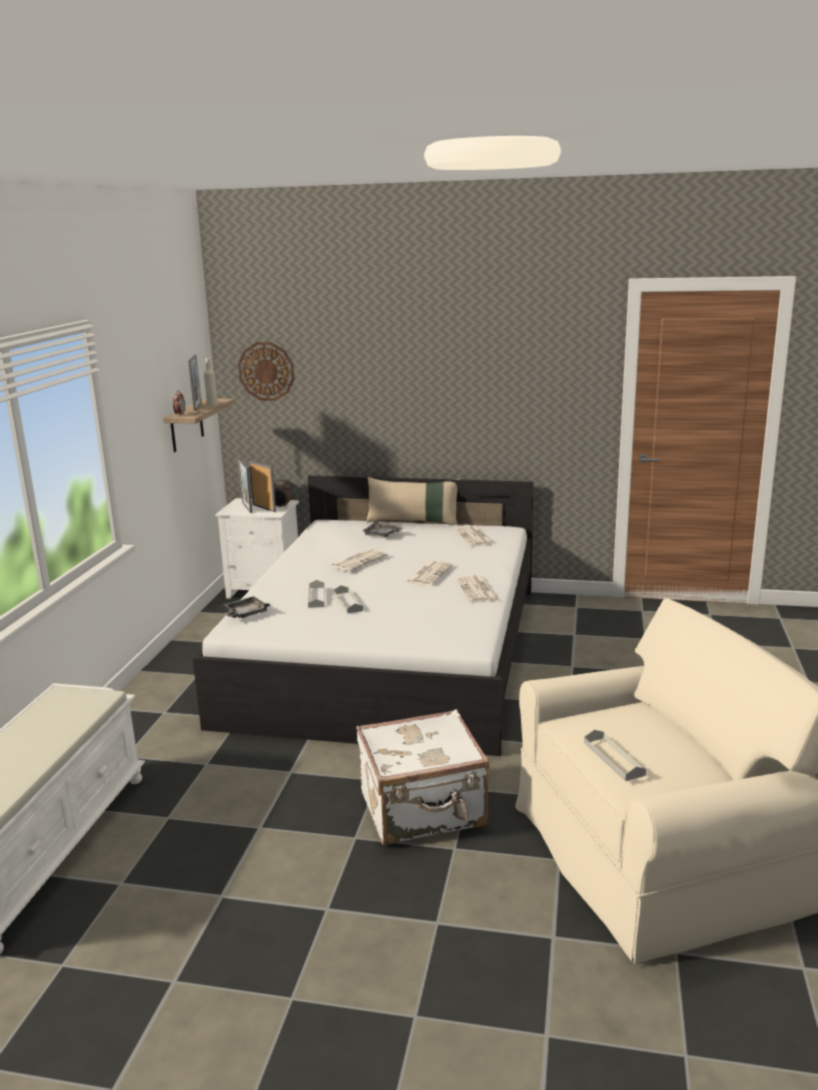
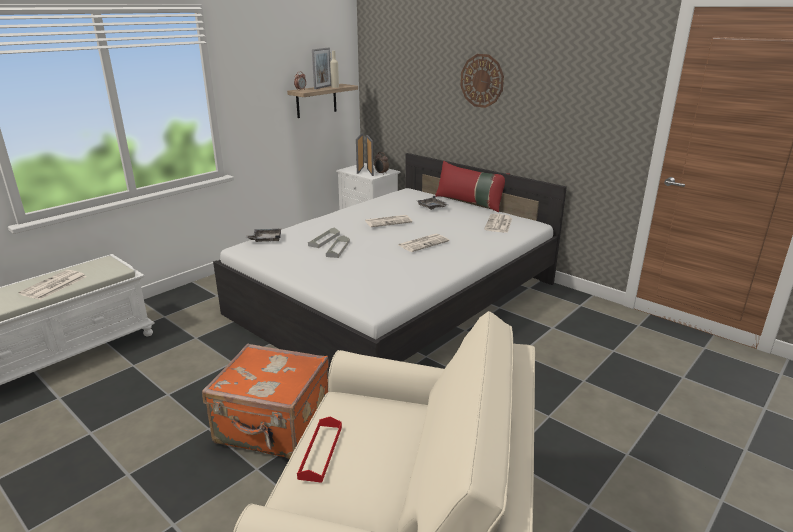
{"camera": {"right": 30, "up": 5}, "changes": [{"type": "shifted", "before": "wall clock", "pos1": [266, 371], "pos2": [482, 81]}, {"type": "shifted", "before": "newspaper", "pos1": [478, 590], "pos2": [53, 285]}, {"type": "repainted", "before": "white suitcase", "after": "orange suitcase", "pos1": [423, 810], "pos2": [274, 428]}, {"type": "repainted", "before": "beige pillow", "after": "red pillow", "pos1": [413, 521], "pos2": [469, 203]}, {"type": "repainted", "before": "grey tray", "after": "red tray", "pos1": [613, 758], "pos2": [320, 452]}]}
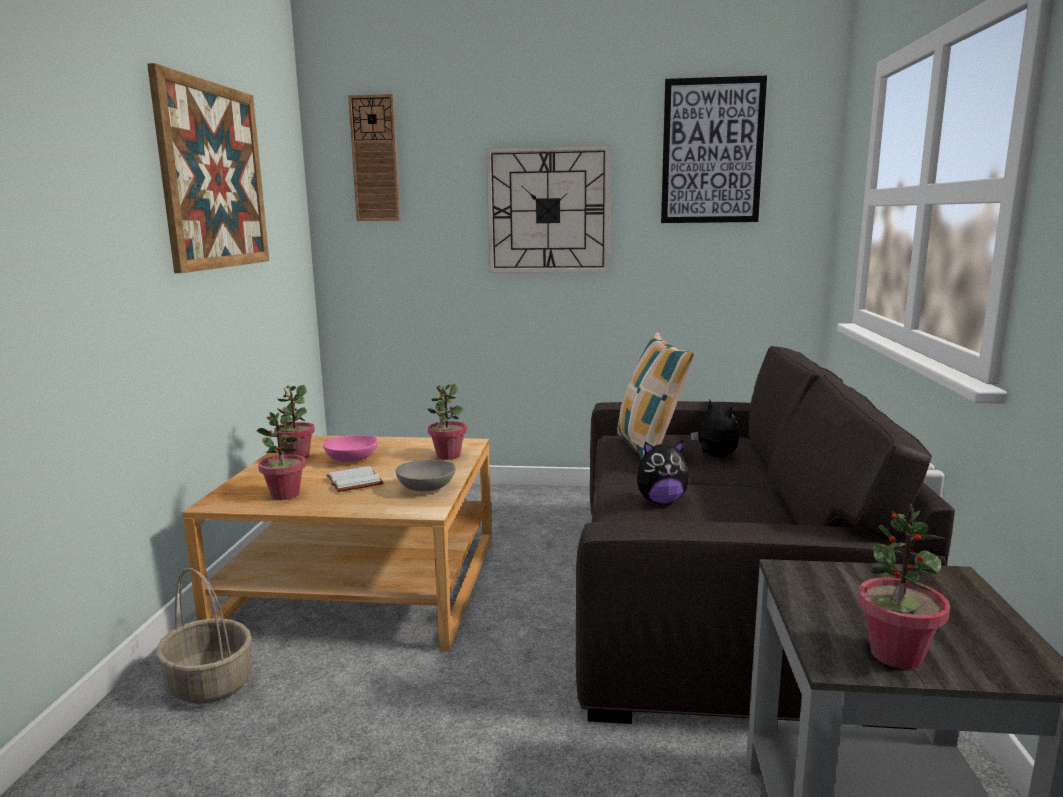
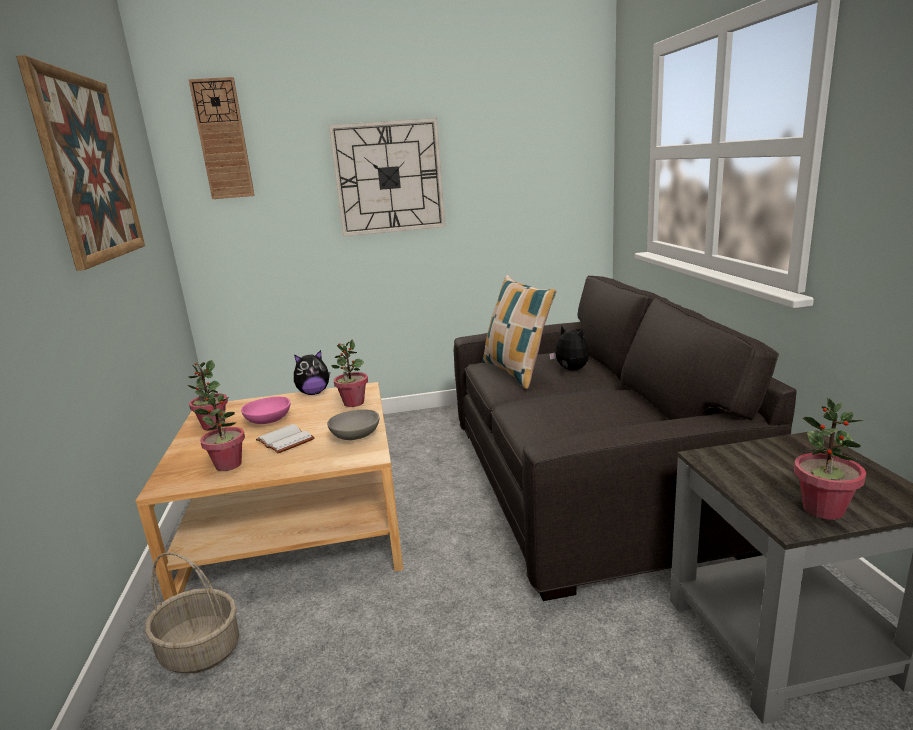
{"camera": {"right": -15, "up": 5}, "changes": [{"type": "gone", "before": "picture", "pos1": [712, 151]}, {"type": "shifted", "before": "plush toy", "pos1": [661, 501], "pos2": [314, 393]}]}
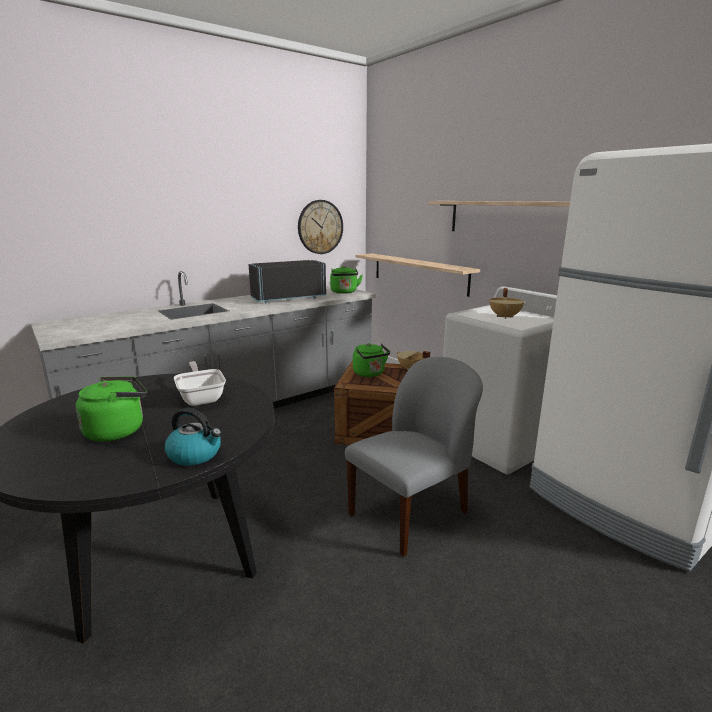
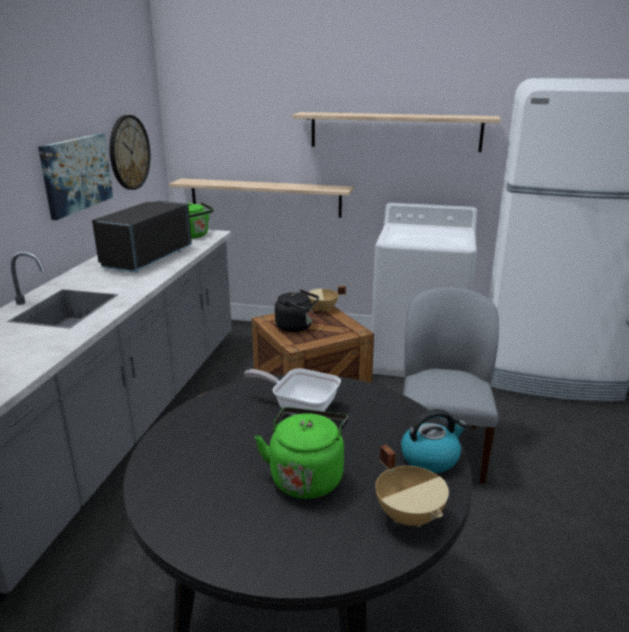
{"camera": {"right": -40, "up": 5}, "changes": [{"type": "new", "after": "picture", "pos2": [76, 174]}, {"type": "shifted", "before": "beige cooking pot", "pos1": [505, 317], "pos2": [410, 515]}, {"type": "repainted", "before": "green kettle", "after": "black kettle", "pos1": [370, 374], "pos2": [296, 327]}]}
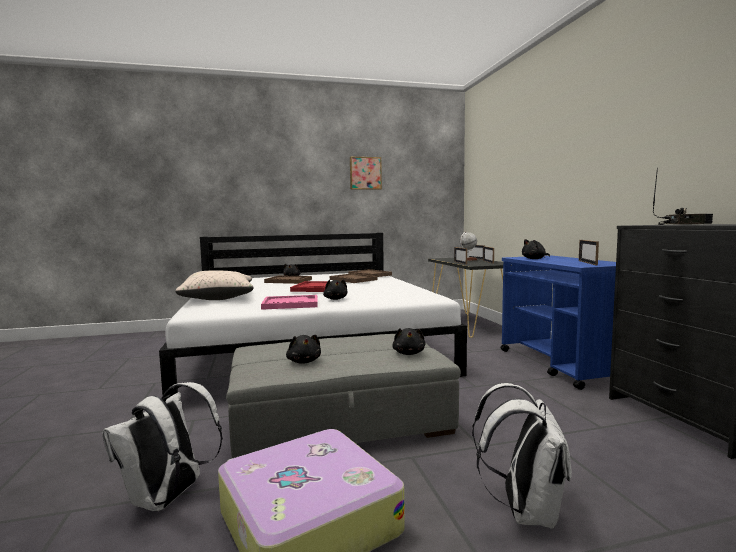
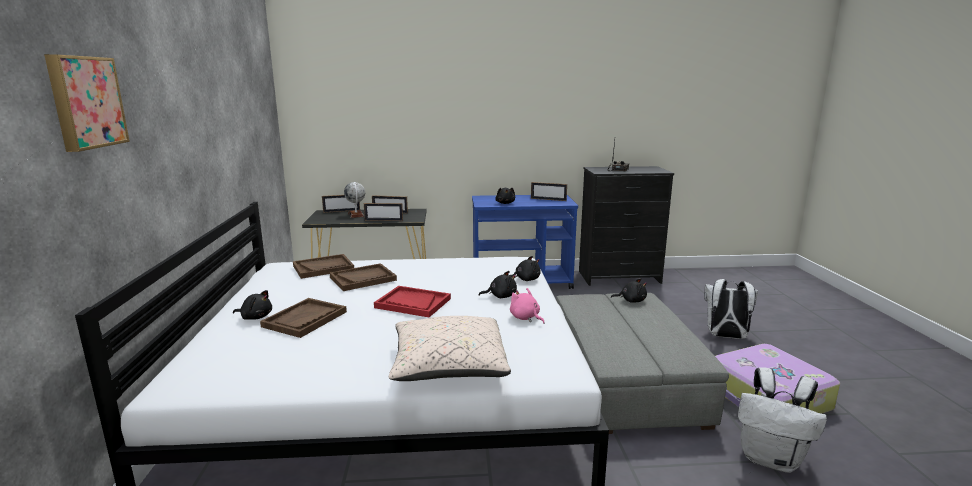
{"camera": {"right": -80, "up": 10}, "changes": [{"type": "shifted", "before": "black plush toy", "pos1": [304, 361], "pos2": [525, 279]}, {"type": "shifted", "before": "picture", "pos1": [365, 173], "pos2": [85, 102]}, {"type": "swapped", "before": "pink tray", "after": "pink plush toy", "pos1": [290, 304], "pos2": [525, 318]}]}
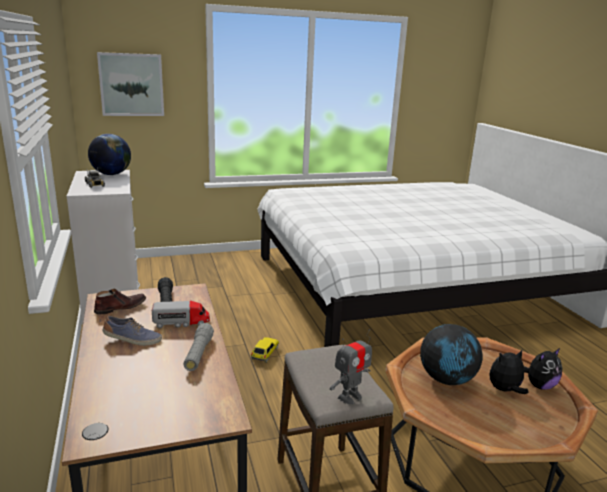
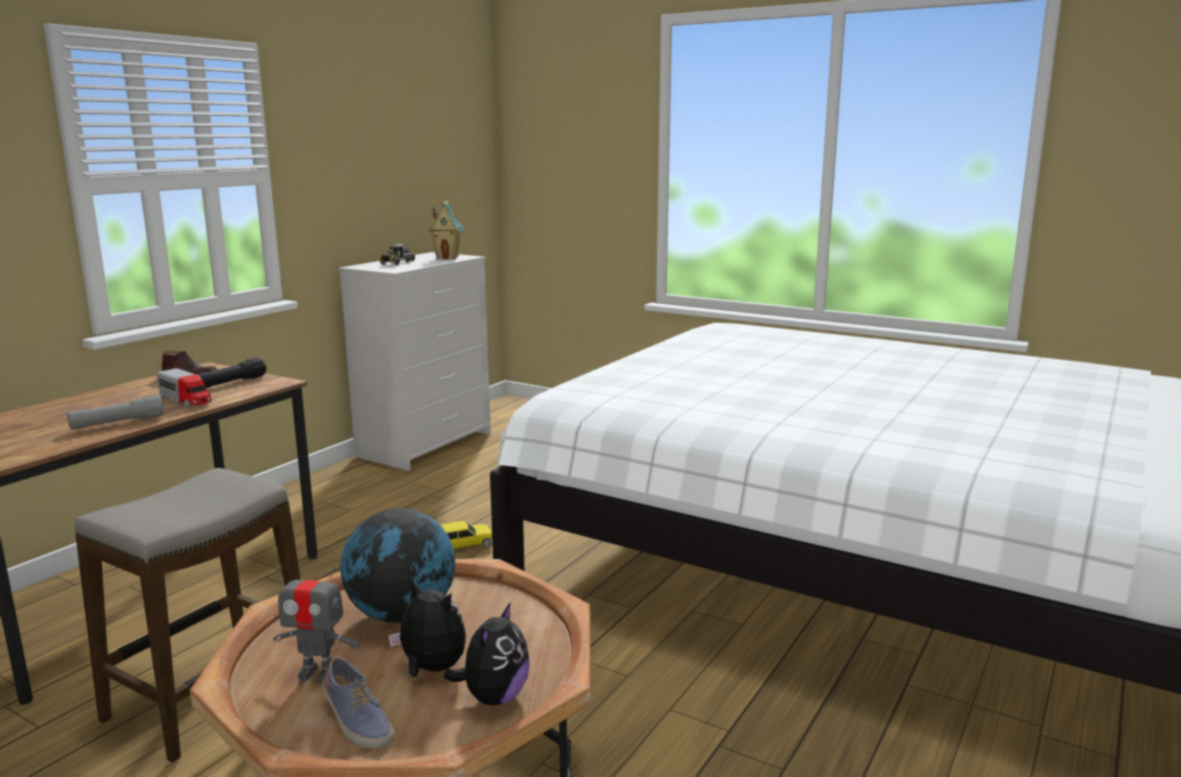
{"camera": {"right": 50, "up": -5}, "changes": [{"type": "gone", "before": "picture", "pos1": [131, 84]}, {"type": "shifted", "before": "shoe", "pos1": [132, 340], "pos2": [356, 721]}, {"type": "shifted", "before": "toy robot", "pos1": [350, 396], "pos2": [318, 673]}, {"type": "swapped", "before": "globe", "after": "toy house", "pos1": [111, 174], "pos2": [447, 258]}, {"type": "rotated", "before": "plush toy", "pos1": [539, 385], "pos2": [494, 697], "turn": -90}]}
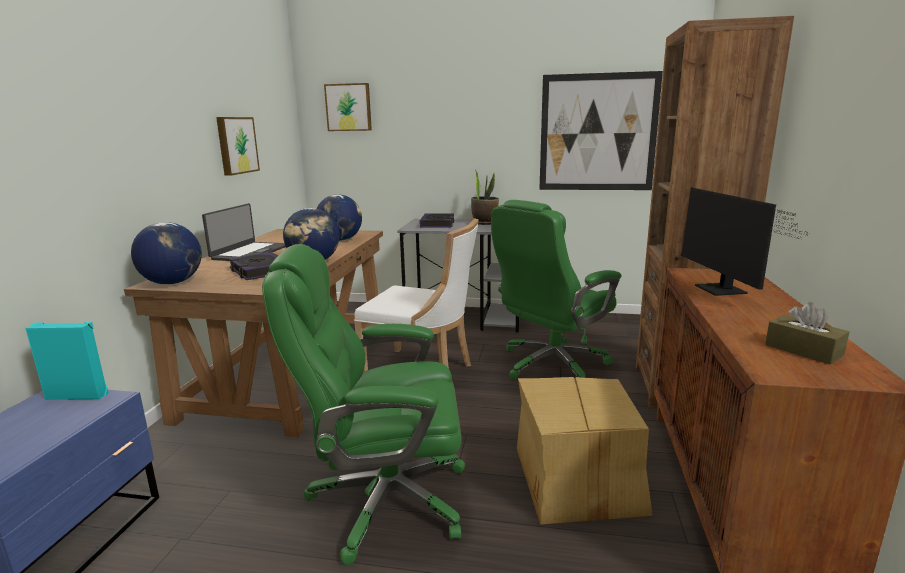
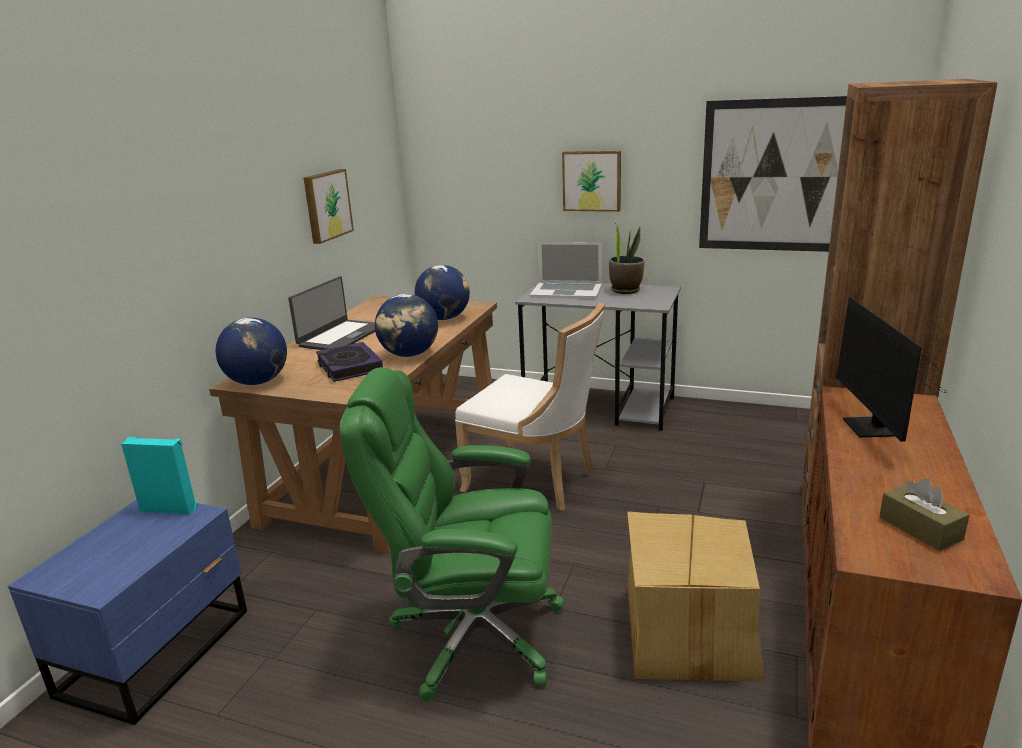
{"camera": {"right": 10, "up": 5}, "changes": [{"type": "gone", "before": "green office chair", "pos1": [551, 365]}, {"type": "shifted", "before": "picture", "pos1": [349, 107], "pos2": [592, 181]}, {"type": "swapped", "before": "book", "after": "laptop", "pos1": [437, 224], "pos2": [566, 291]}]}
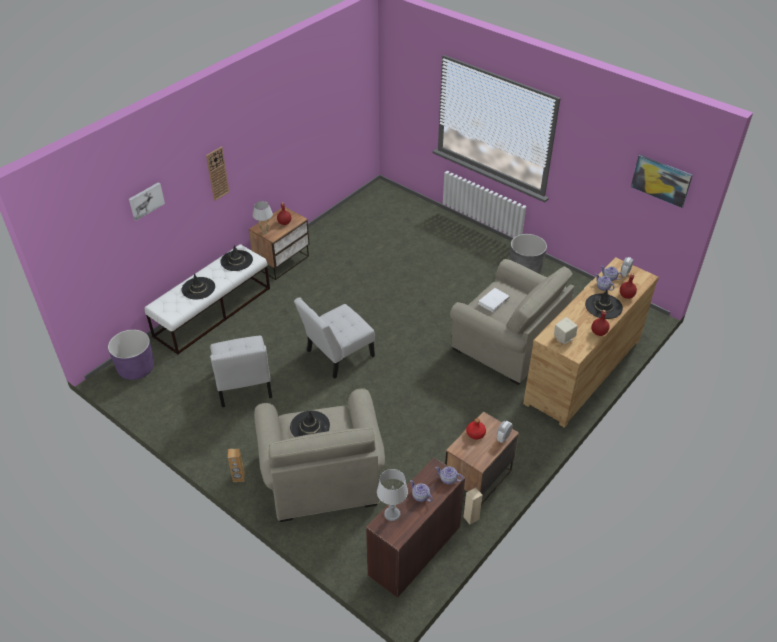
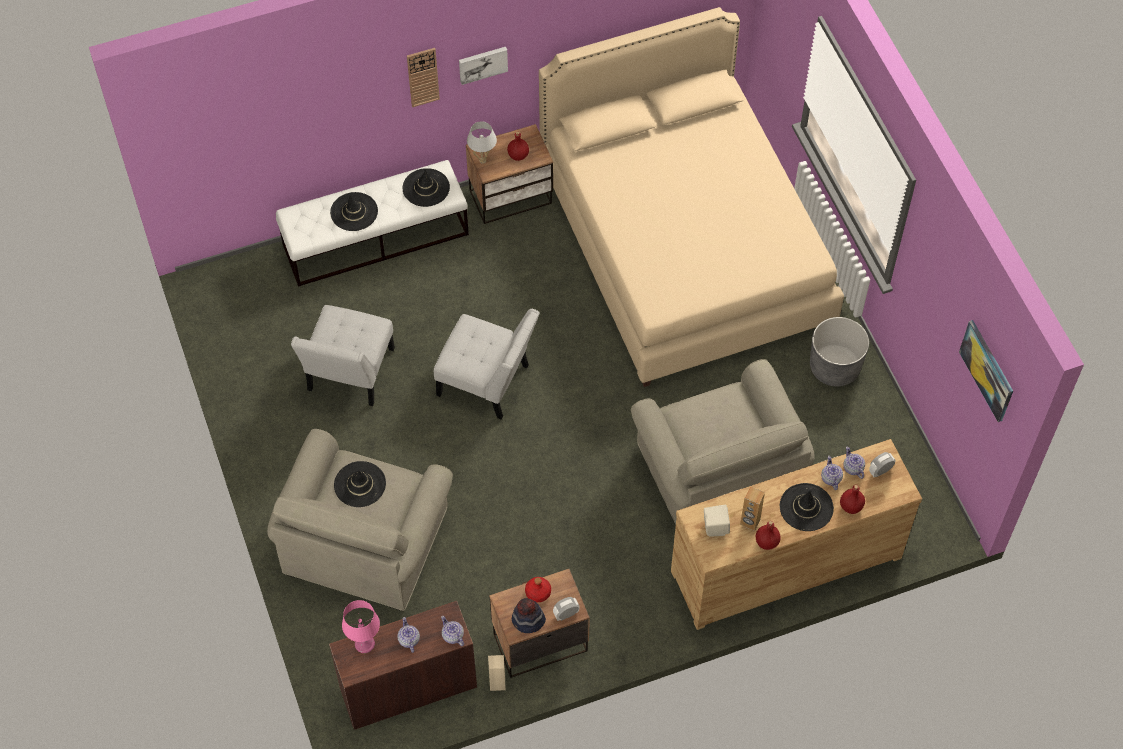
{"camera": {"right": 30, "up": 15}, "changes": [{"type": "gone", "before": "purple planter", "pos1": [136, 368]}, {"type": "gone", "before": "white book", "pos1": [493, 301]}, {"type": "new", "after": "hat", "pos2": [528, 620]}, {"type": "new", "after": "beige bed", "pos2": [684, 246]}, {"type": "shifted", "before": "picture", "pos1": [146, 200], "pos2": [482, 64]}, {"type": "shifted", "before": "brown speaker", "pos1": [238, 477], "pos2": [750, 522]}, {"type": "repainted", "before": "grey table lamp", "after": "pink table lamp", "pos1": [392, 514], "pos2": [364, 644]}, {"type": "rotated", "before": "white chair", "pos1": [337, 355], "pos2": [488, 383], "turn": -150}]}
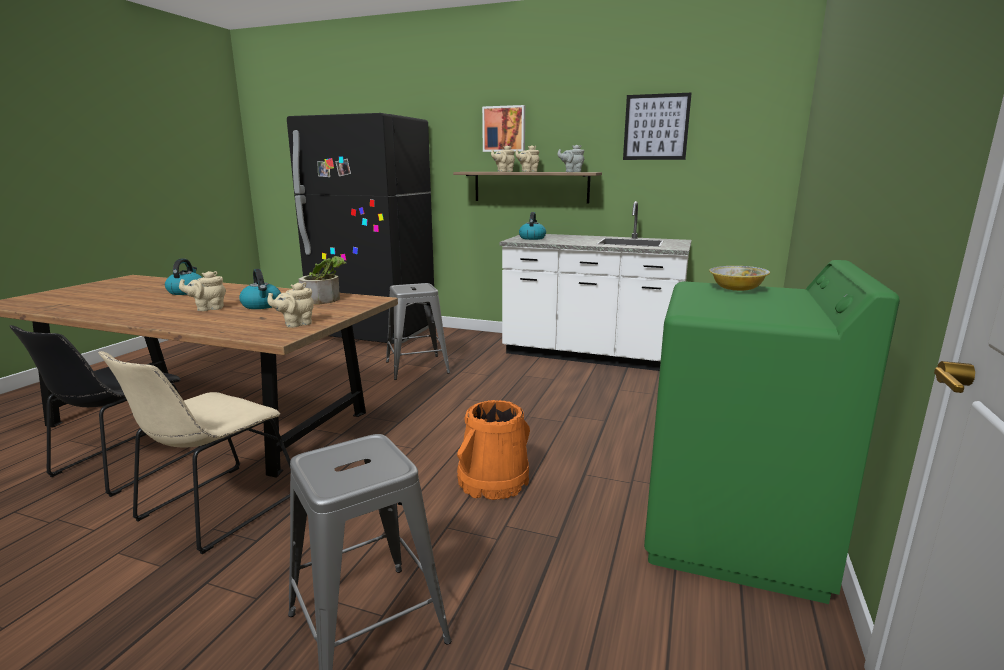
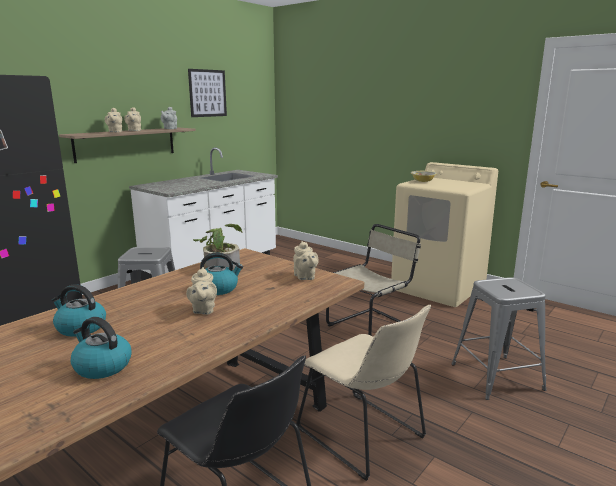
{"camera": {"right": -70, "up": 0}, "changes": [{"type": "gone", "before": "picture", "pos1": [504, 129]}, {"type": "shifted", "before": "kettle", "pos1": [532, 238], "pos2": [102, 366]}, {"type": "swapped", "before": "orange bucket", "after": "beige chair", "pos1": [493, 481], "pos2": [372, 327]}, {"type": "repainted", "before": "green washing machine", "after": "beige washing machine", "pos1": [732, 533], "pos2": [438, 288]}]}
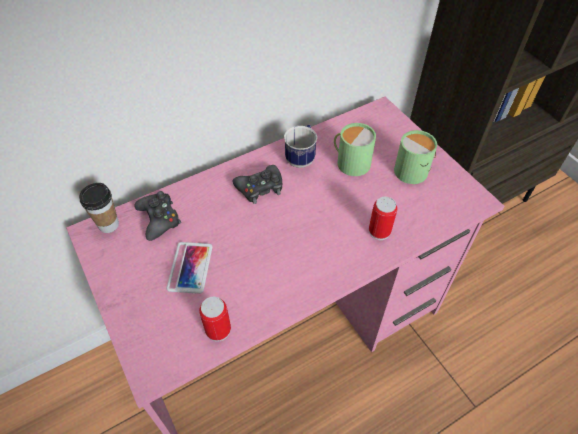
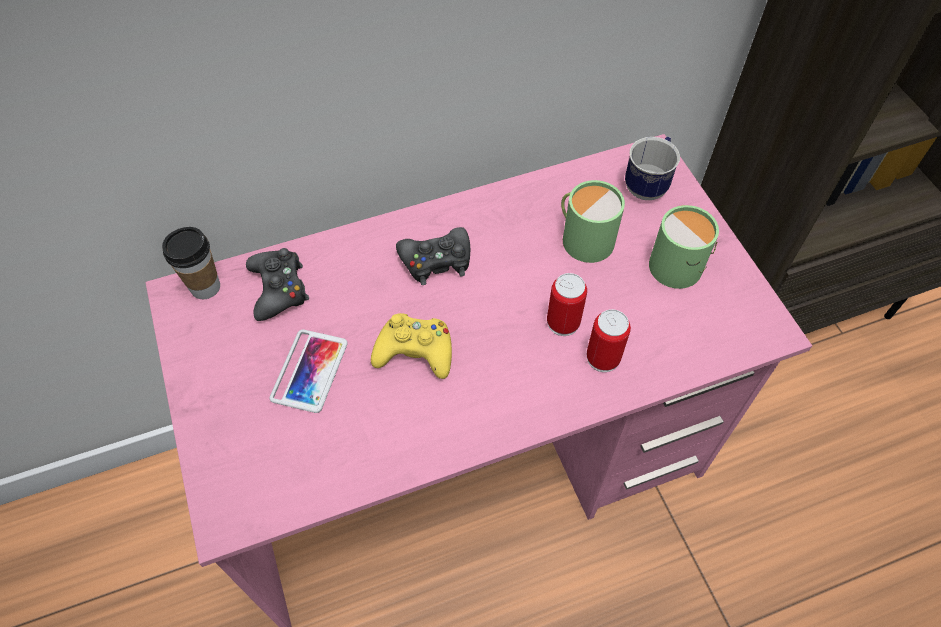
{"camera": {"right": 10, "up": 5}, "changes": [{"type": "new", "after": "yellow game controller", "pos2": [415, 351]}, {"type": "shifted", "before": "can", "pos1": [218, 330], "pos2": [563, 322]}, {"type": "shifted", "before": "mug", "pos1": [301, 157], "pos2": [648, 184]}]}
